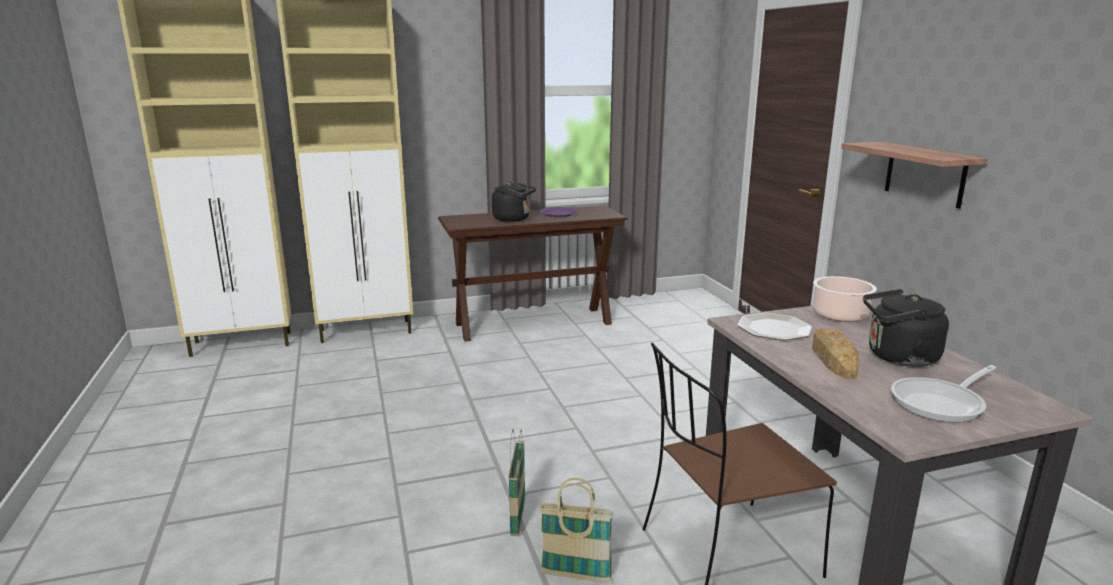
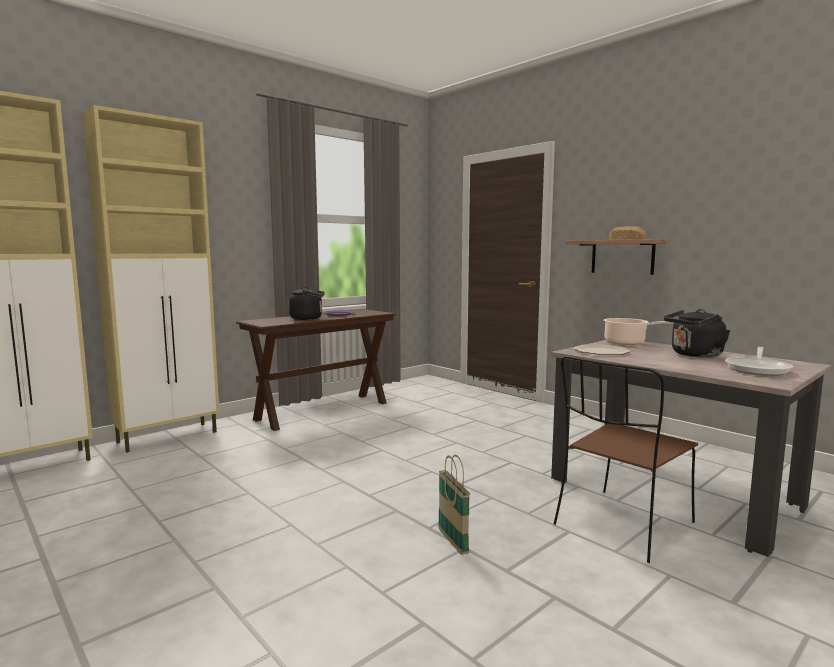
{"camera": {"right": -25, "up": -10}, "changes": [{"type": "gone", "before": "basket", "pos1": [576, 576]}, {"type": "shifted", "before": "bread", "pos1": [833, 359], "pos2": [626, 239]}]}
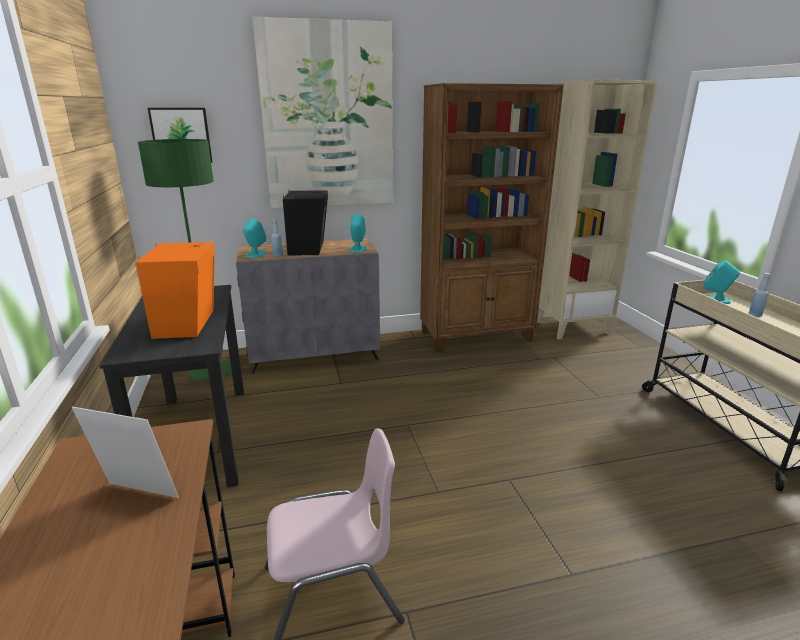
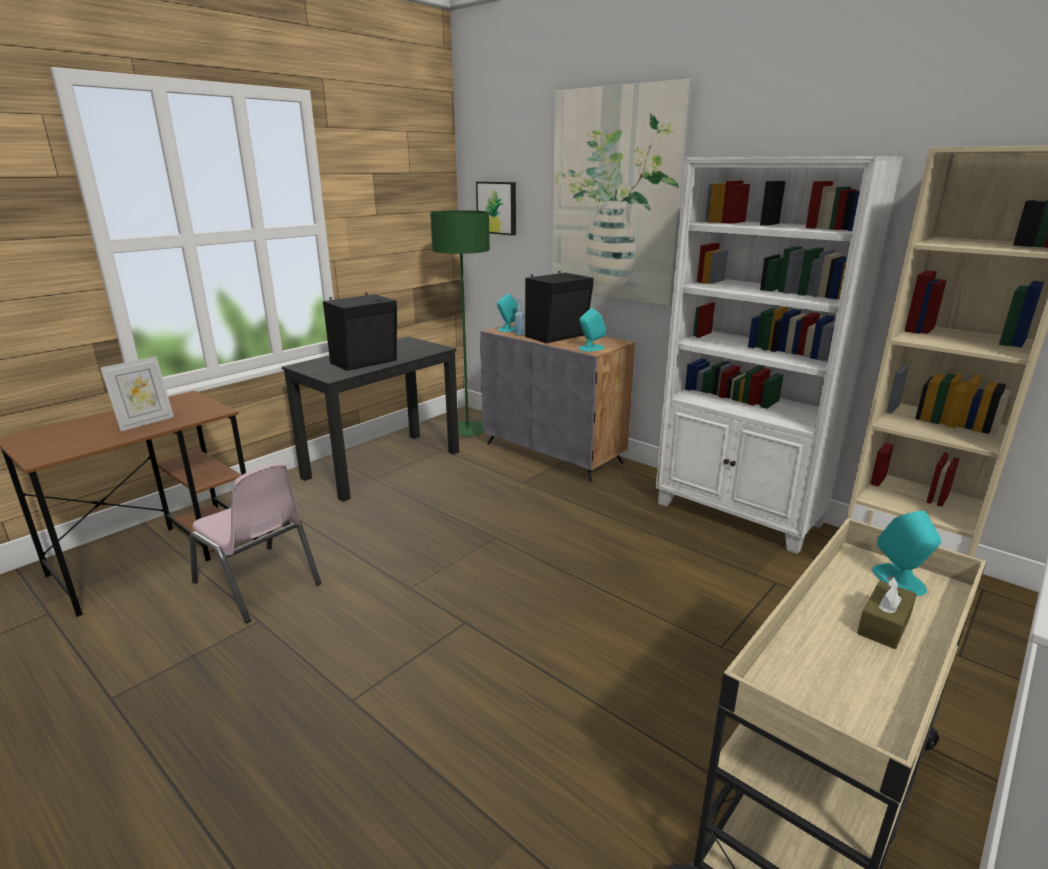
{"camera": {"right": 55, "up": 0}, "changes": [{"type": "swapped", "before": "blue bottle", "after": "brown tissue box", "pos1": [755, 315], "pos2": [884, 625]}, {"type": "repainted", "before": "orange speaker", "after": "black speaker", "pos1": [189, 323], "pos2": [366, 362]}, {"type": "repainted", "before": "brown bookcase", "after": "white bookcase", "pos1": [477, 335], "pos2": [738, 514]}, {"type": "rotated", "before": "picture frame", "pos1": [137, 496], "pos2": [145, 422], "turn": 60}]}
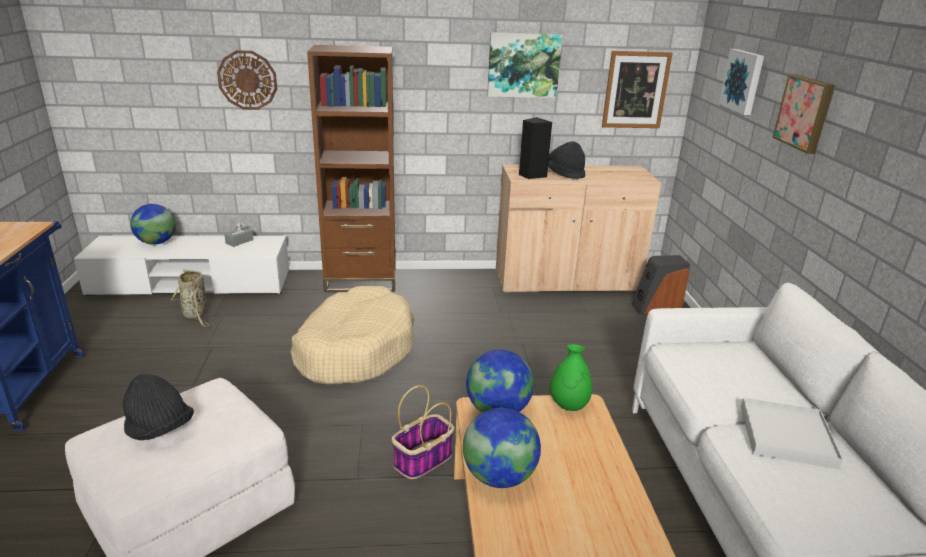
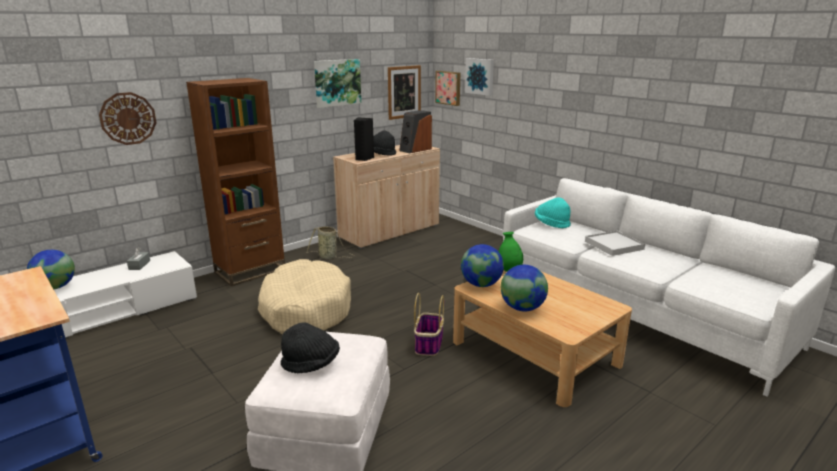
{"camera": {"right": -35, "up": -5}, "changes": [{"type": "new", "after": "turquoise hat", "pos2": [551, 224]}, {"type": "shifted", "before": "basket", "pos1": [195, 314], "pos2": [329, 257]}, {"type": "shifted", "before": "speaker", "pos1": [656, 308], "pos2": [415, 149]}, {"type": "shifted", "before": "picture", "pos1": [805, 113], "pos2": [448, 88]}]}
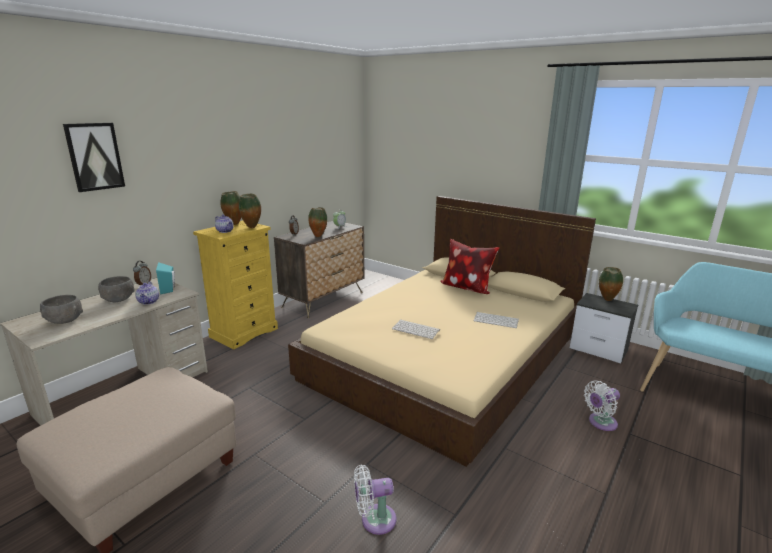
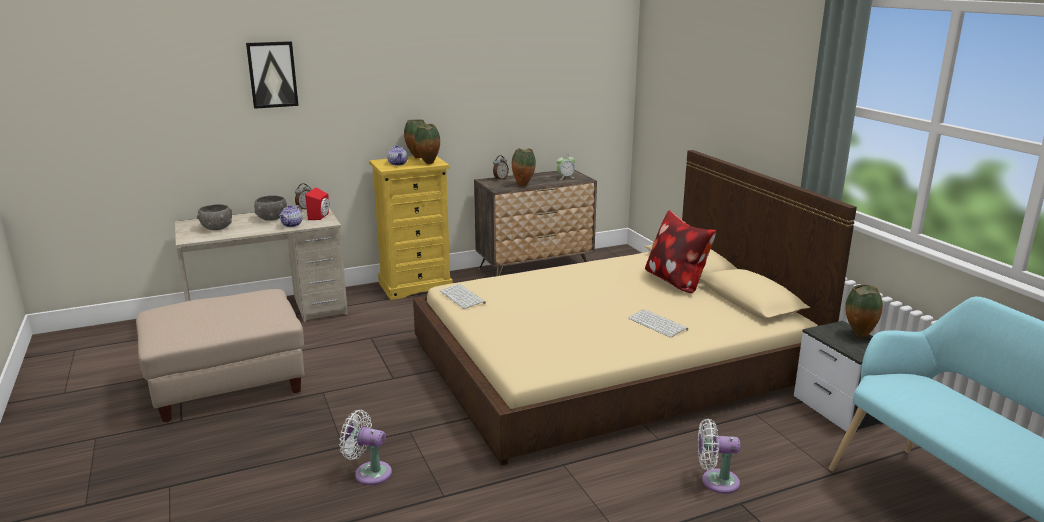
{"camera": {"right": 30, "up": 0}, "changes": [{"type": "shifted", "before": "keyboard", "pos1": [416, 329], "pos2": [463, 297]}, {"type": "repainted", "before": "turquoise speaker", "after": "red speaker", "pos1": [169, 289], "pos2": [320, 217]}]}
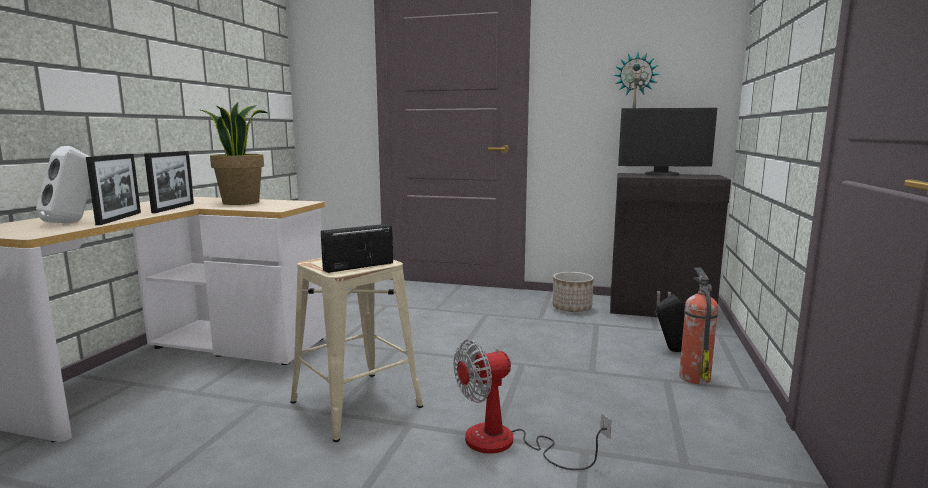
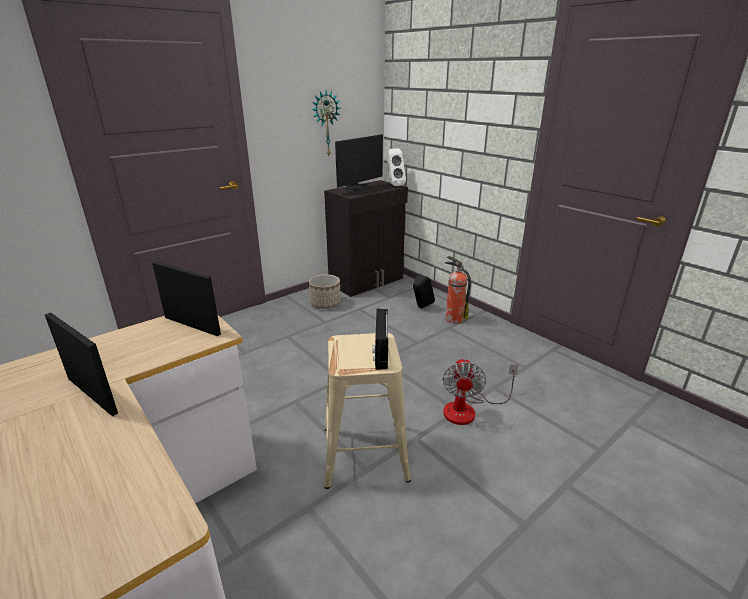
{"camera": {"right": -55, "up": 15}, "changes": [{"type": "gone", "before": "potted plant", "pos1": [241, 202]}, {"type": "shifted", "before": "white speaker", "pos1": [73, 222], "pos2": [394, 185]}, {"type": "shifted", "before": "picture frame", "pos1": [119, 218], "pos2": [192, 325]}]}
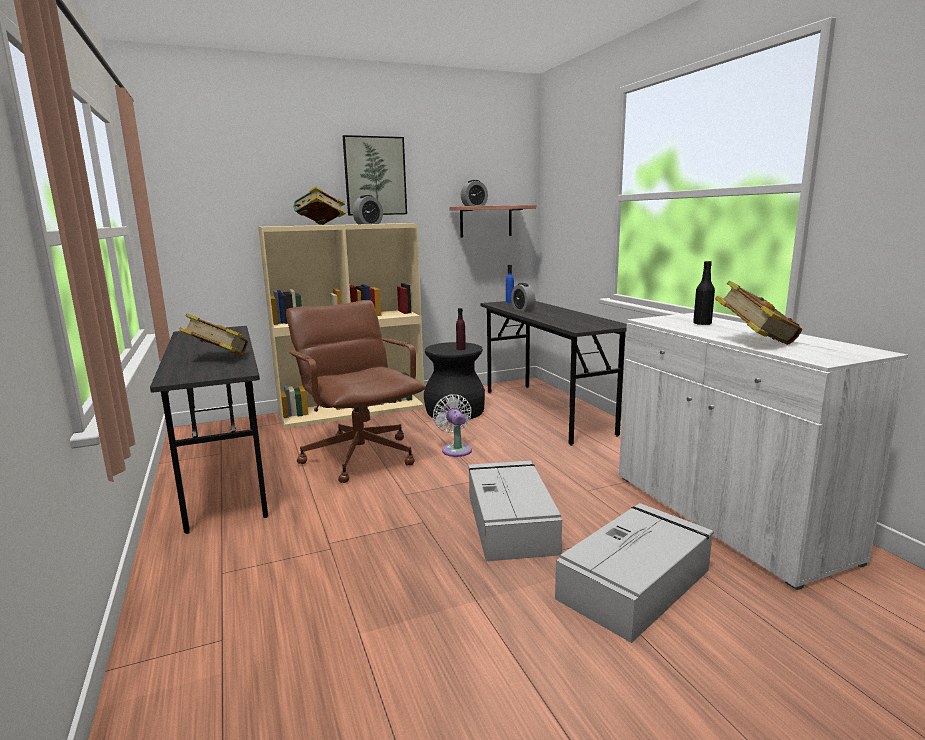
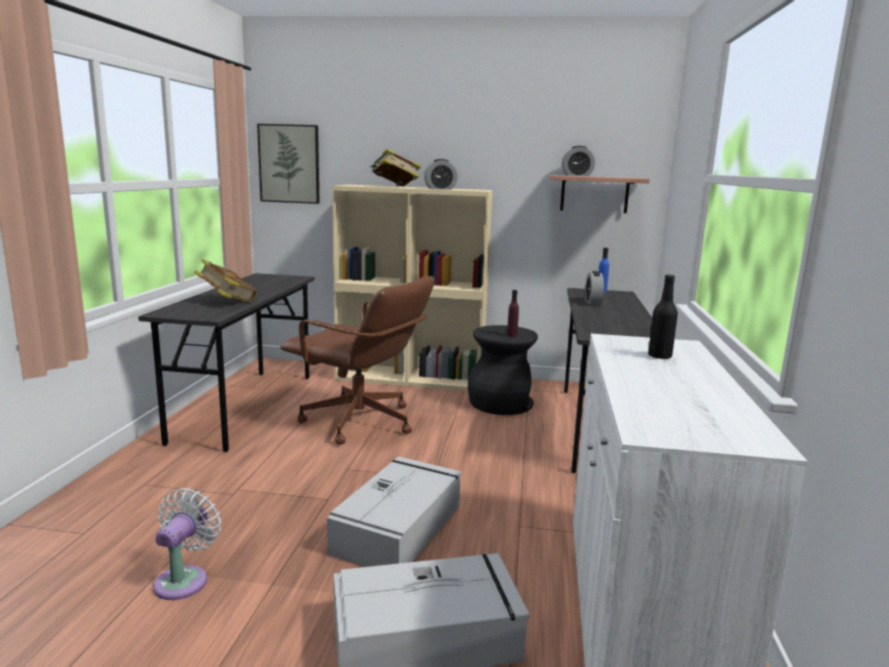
{"camera": {"right": 30, "up": 0}, "changes": [{"type": "gone", "before": "book", "pos1": [754, 342]}, {"type": "shifted", "before": "picture", "pos1": [375, 176], "pos2": [289, 164]}, {"type": "shifted", "before": "white fan", "pos1": [456, 449], "pos2": [184, 579]}, {"type": "rotated", "before": "brown office chair", "pos1": [360, 456], "pos2": [359, 422], "turn": 120}]}
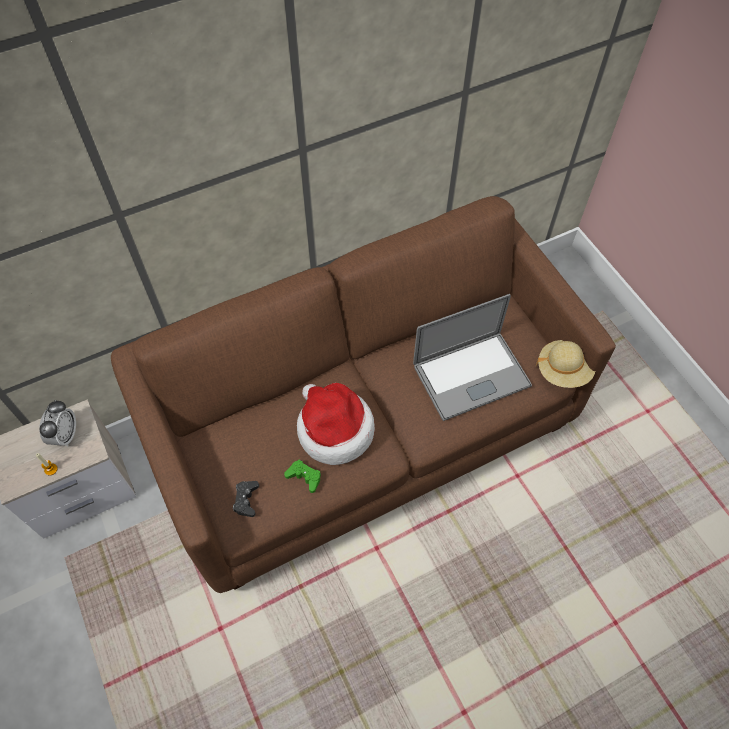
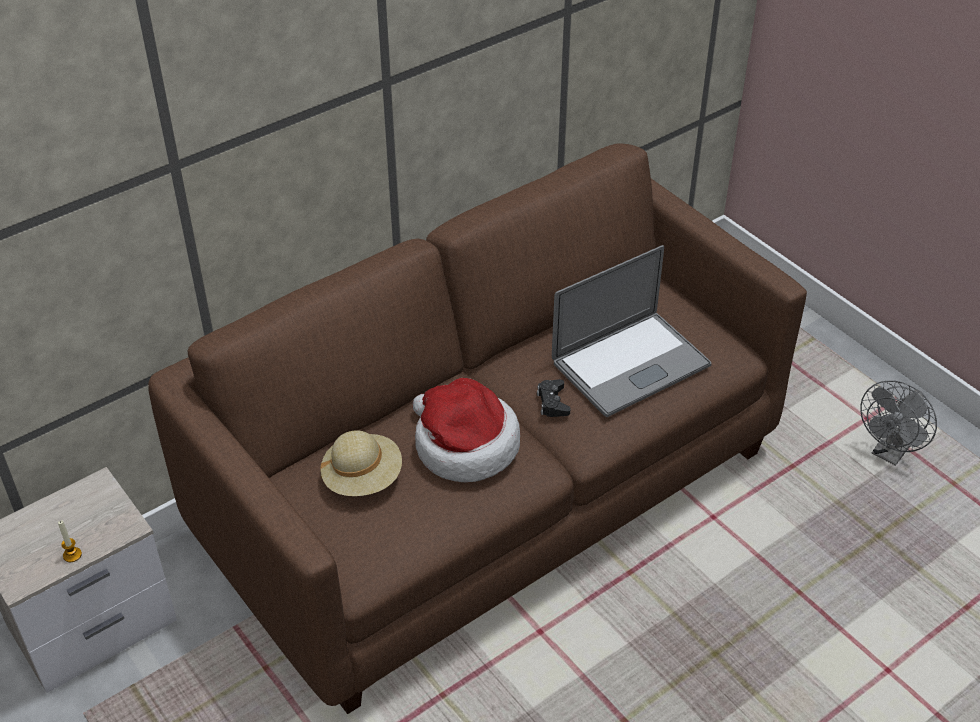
{"camera": {"right": -10, "up": -15}, "changes": [{"type": "gone", "before": "alarm clock", "pos1": [65, 435]}, {"type": "gone", "before": "green game controller", "pos1": [304, 477]}, {"type": "new", "after": "grey fan", "pos2": [890, 453]}, {"type": "shifted", "before": "black game controller", "pos1": [246, 500], "pos2": [552, 402]}, {"type": "shifted", "before": "beige hat", "pos1": [563, 370], "pos2": [362, 478]}]}
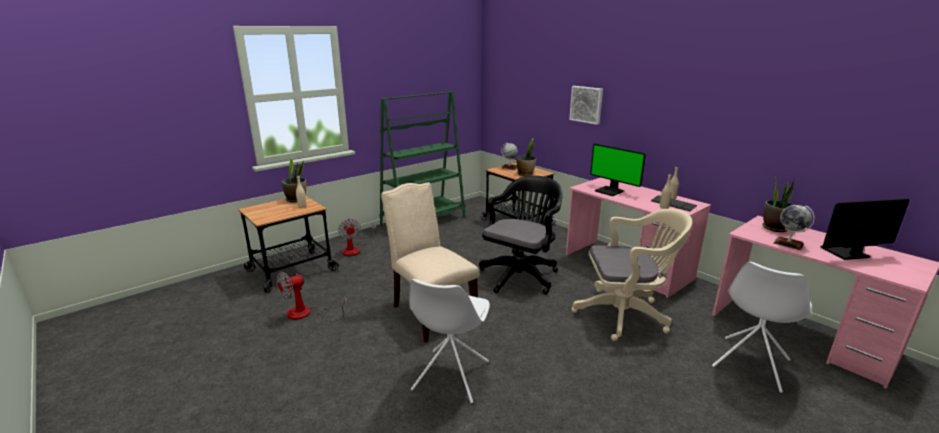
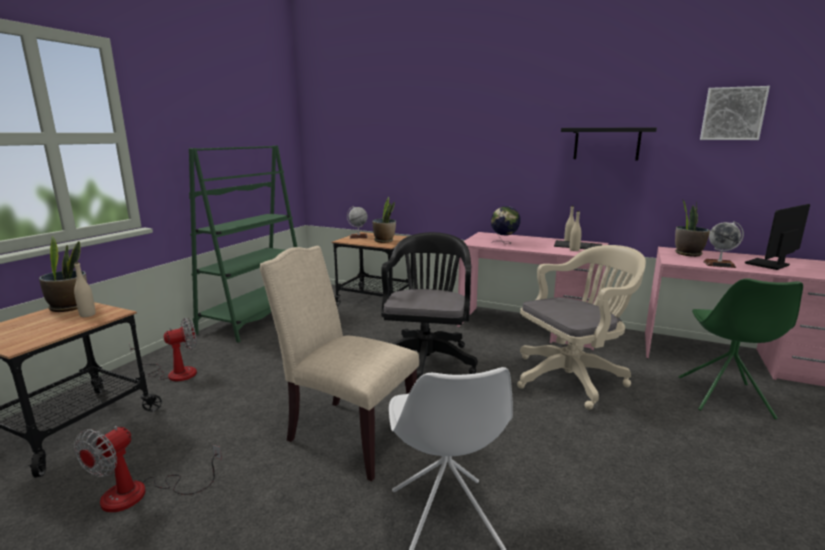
{"camera": {"right": -25, "up": -5}, "changes": [{"type": "new", "after": "black shelf", "pos2": [606, 144]}, {"type": "shifted", "before": "picture", "pos1": [586, 104], "pos2": [732, 114]}, {"type": "swapped", "before": "monitor", "after": "globe", "pos1": [610, 191], "pos2": [504, 243]}, {"type": "repainted", "before": "white chair", "after": "green chair", "pos1": [750, 364], "pos2": [724, 398]}, {"type": "rotated", "before": "fan", "pos1": [355, 249], "pos2": [174, 373], "turn": -75}]}
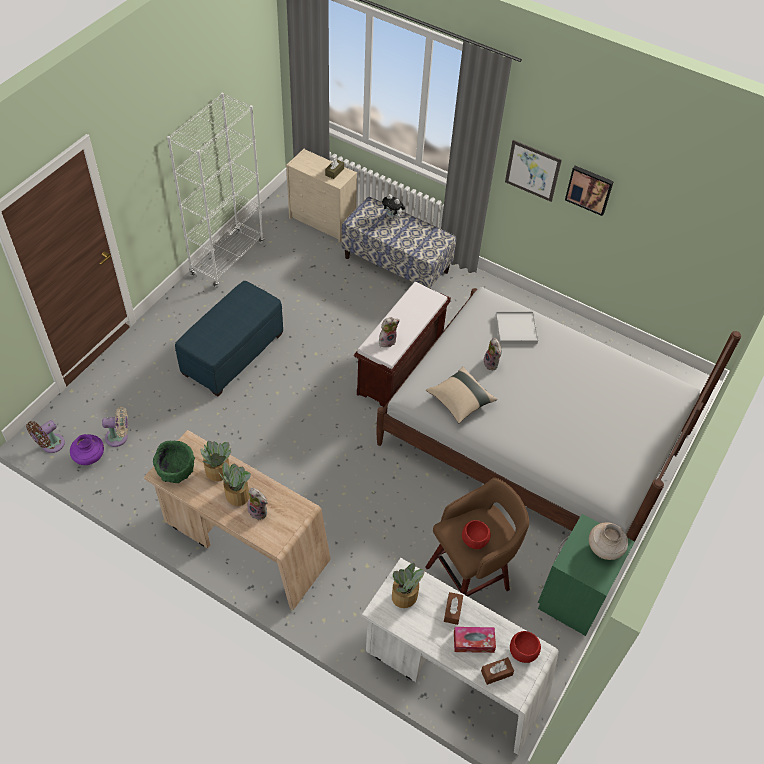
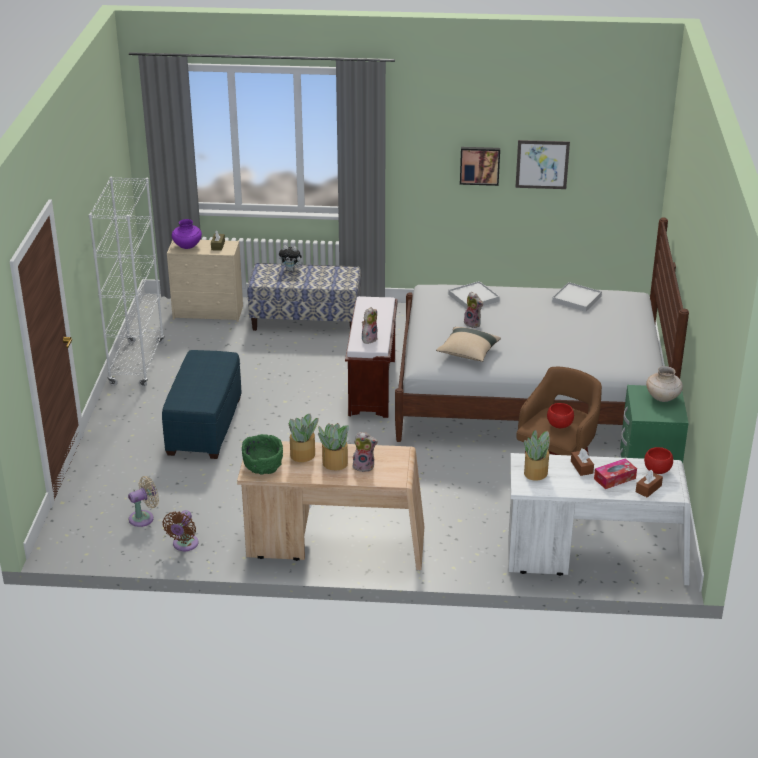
{"camera": {"right": -25, "up": -20}, "changes": [{"type": "new", "after": "white tray", "pos2": [577, 299]}, {"type": "shifted", "before": "brown fan", "pos1": [50, 445], "pos2": [184, 545]}, {"type": "shifted", "before": "purple vase", "pos1": [89, 457], "pos2": [187, 246]}, {"type": "shifted", "before": "picture", "pos1": [532, 170], "pos2": [542, 164]}]}
